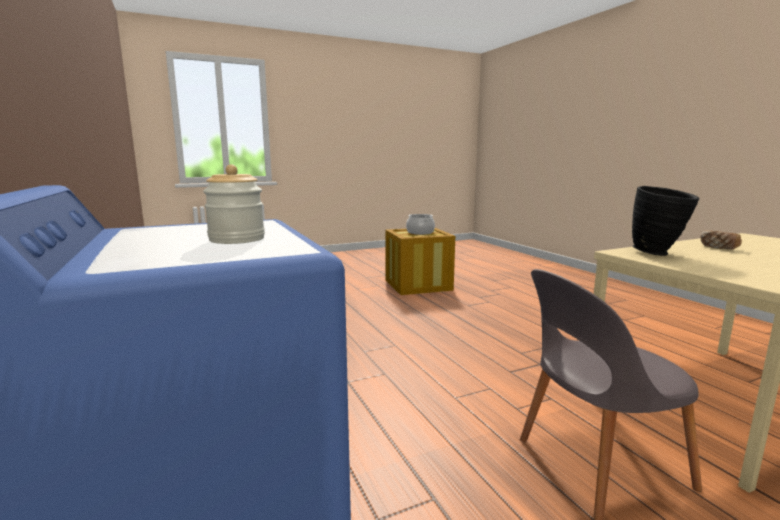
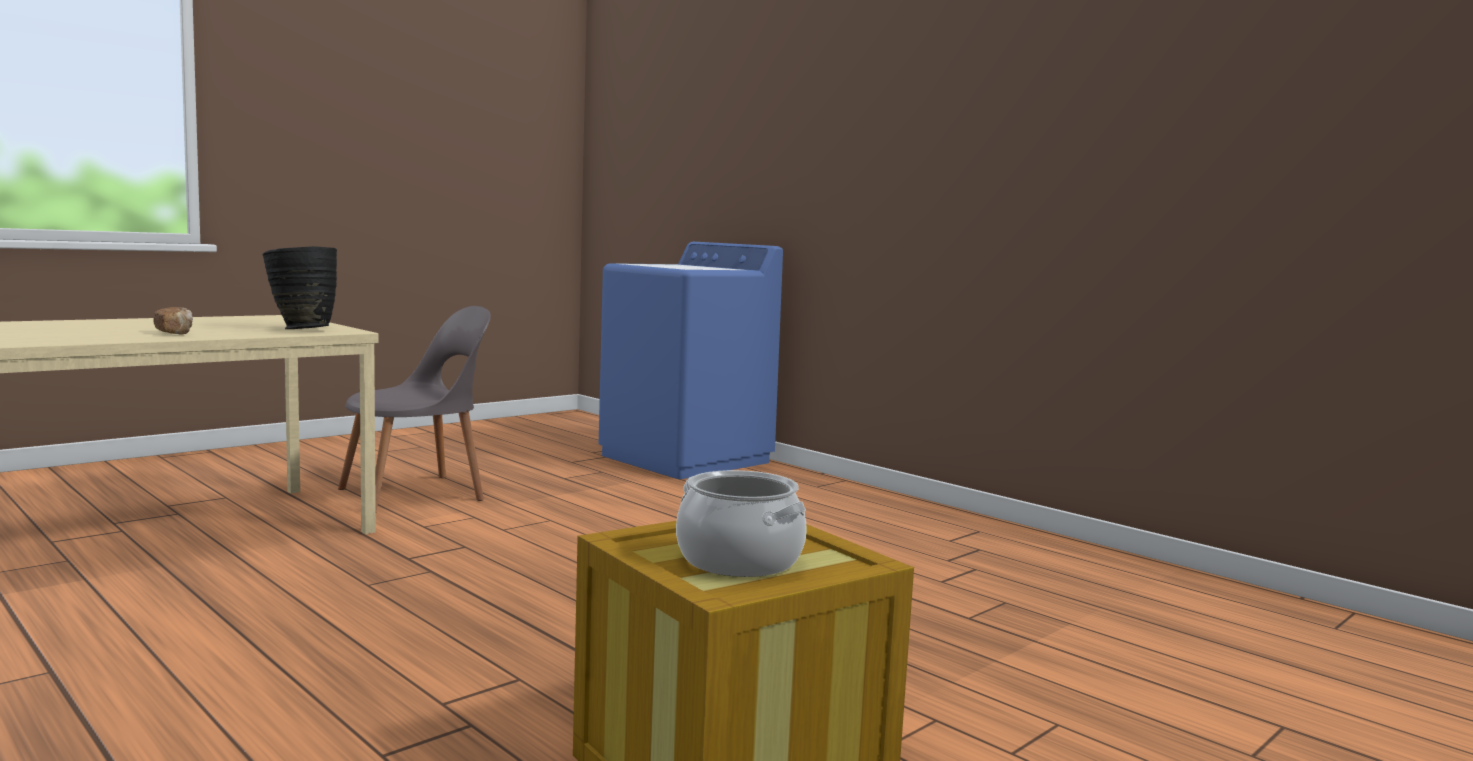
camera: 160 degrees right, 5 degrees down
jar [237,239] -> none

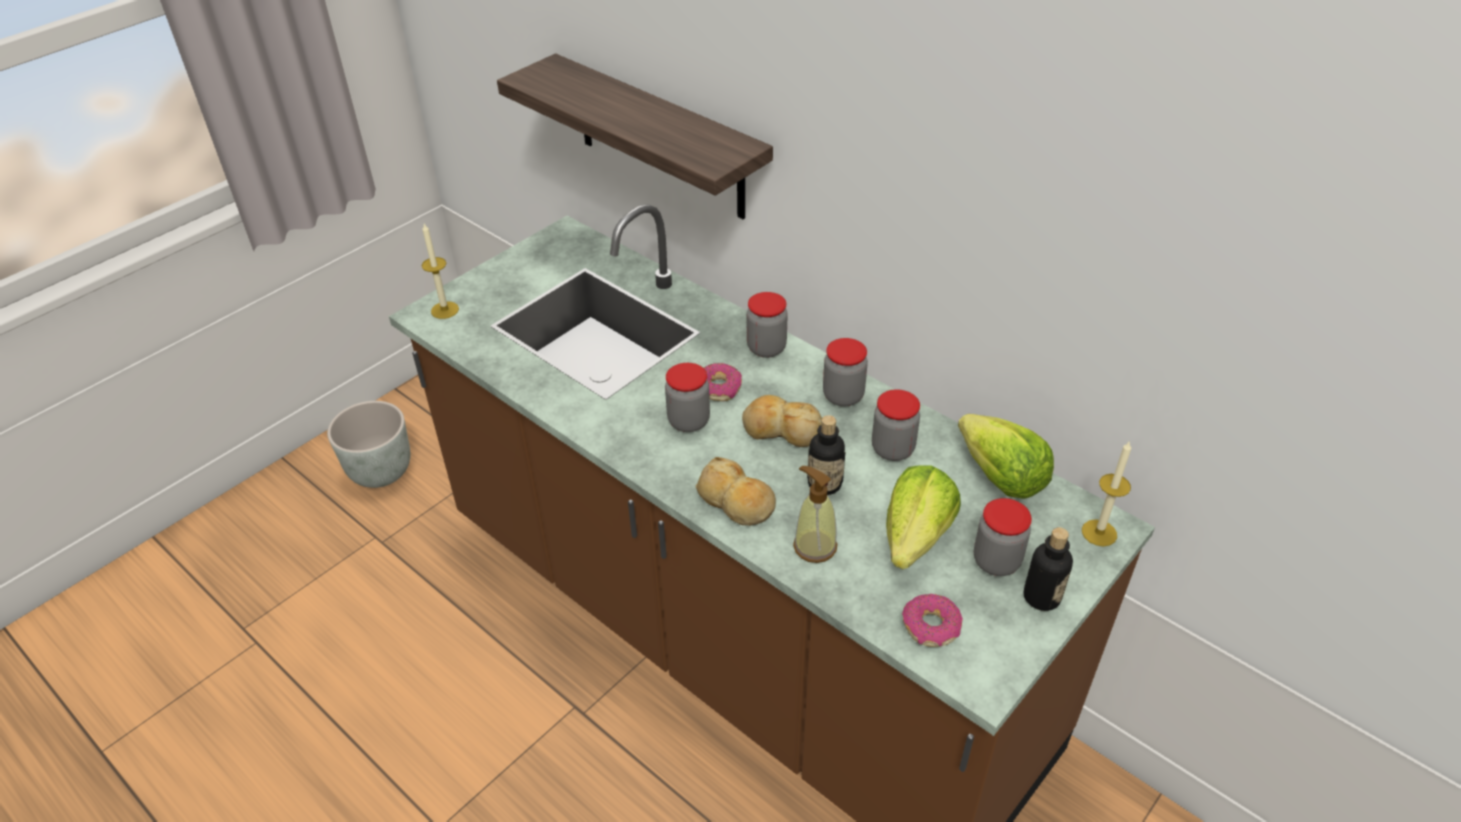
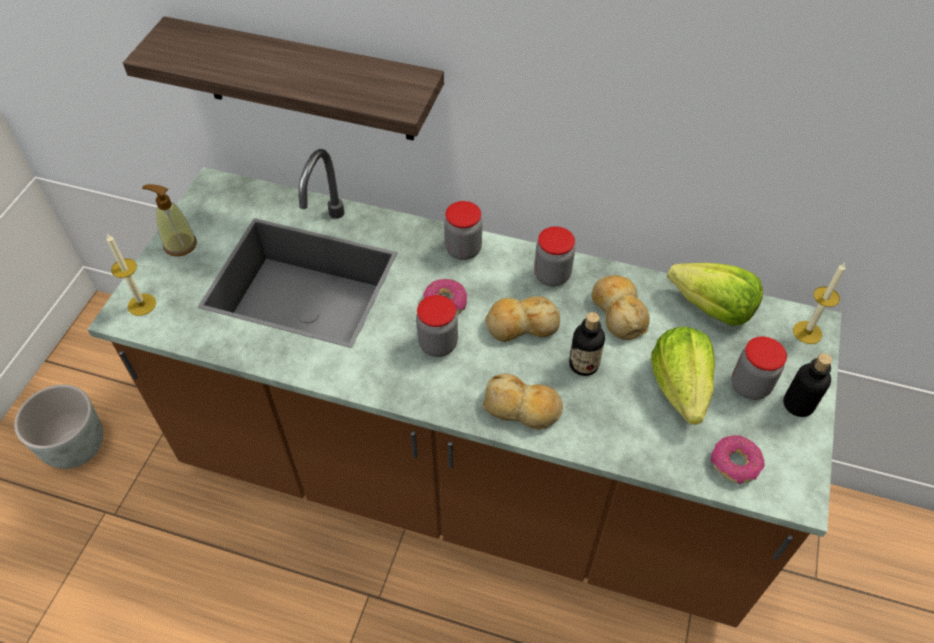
camera: 25 degrees left, 10 degrees up
jar [892,449] -> bread [618,312]
soap_dispenser [814,546] -> soap_dispenser [180,244], relocated

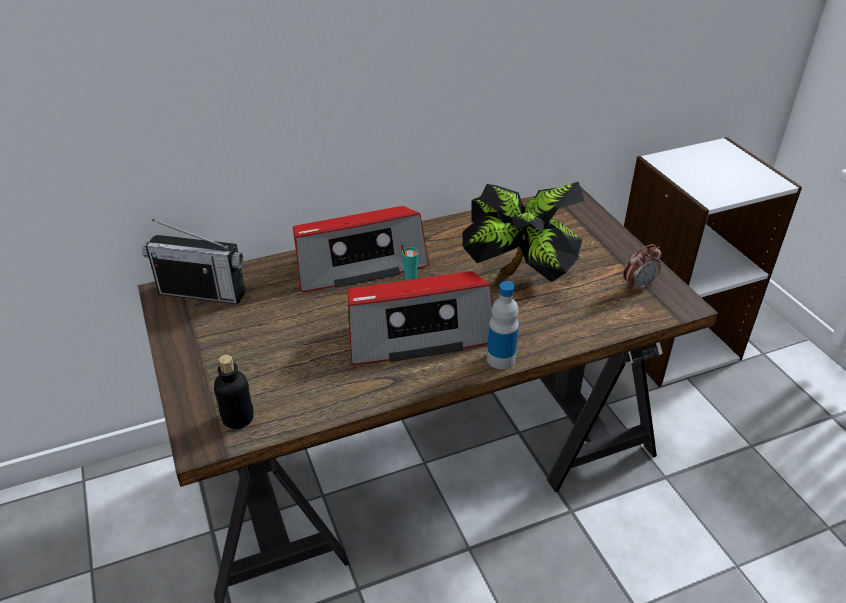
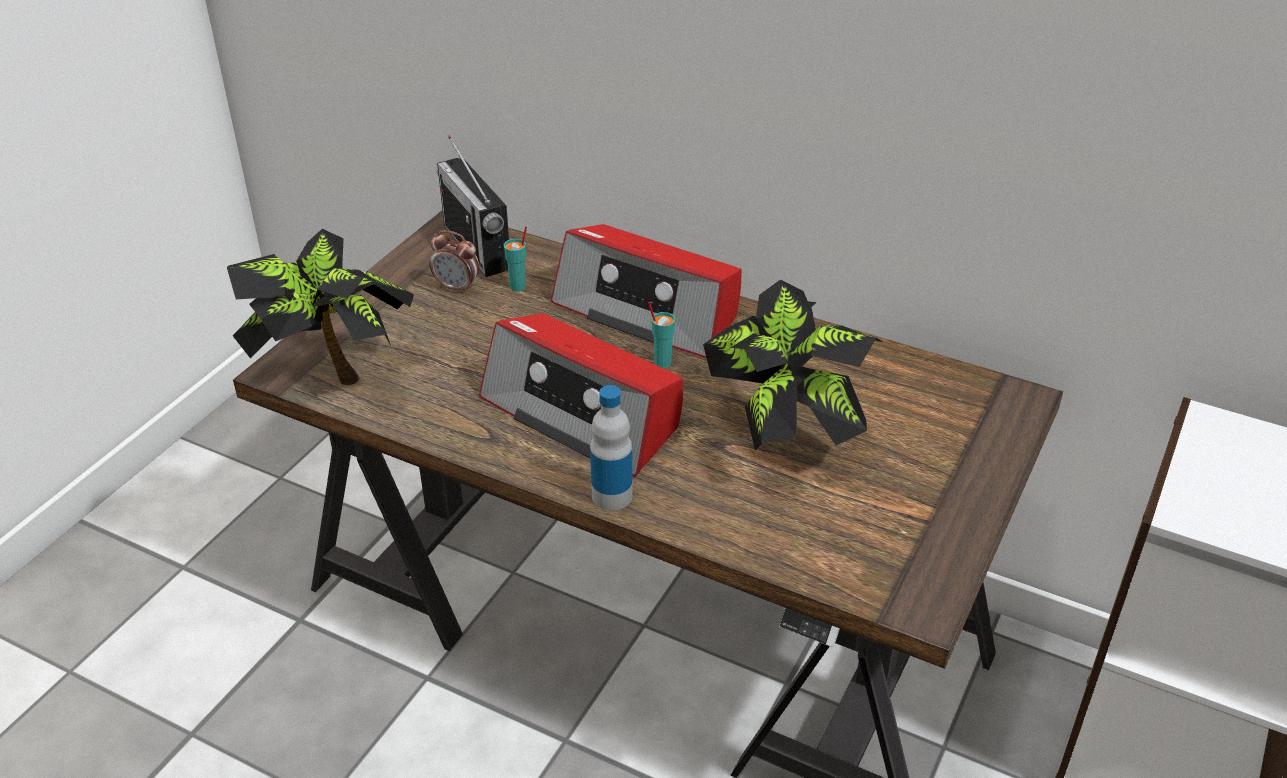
camera: 50 degrees right, 0 degrees up
alarm_clock [638,286] -> alarm_clock [457,287], relocated
bottle [238,418] -> potted_plant [332,371]
none -> turquoise_cup [518,287]

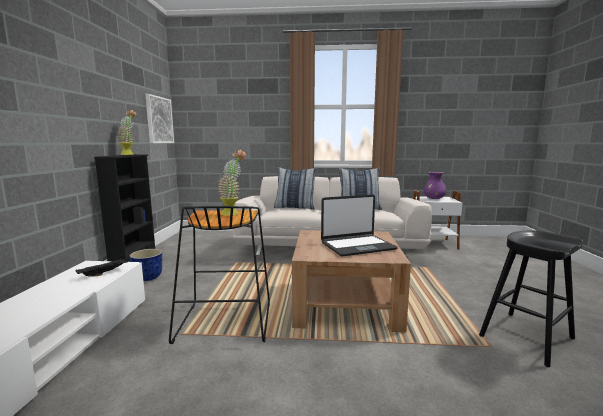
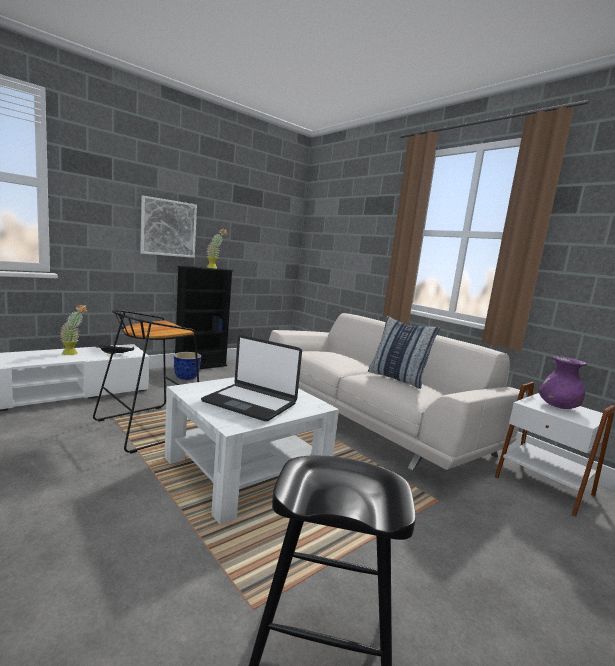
camera: 45 degrees right, 0 degrees up
picture [159,120] -> picture [168,228], relocated
potted_plant [233,213] -> potted_plant [74,353], relocated
pillow [295,207] -> none
brown_coffee_table [345,304] -> white_coffee_table [245,470]

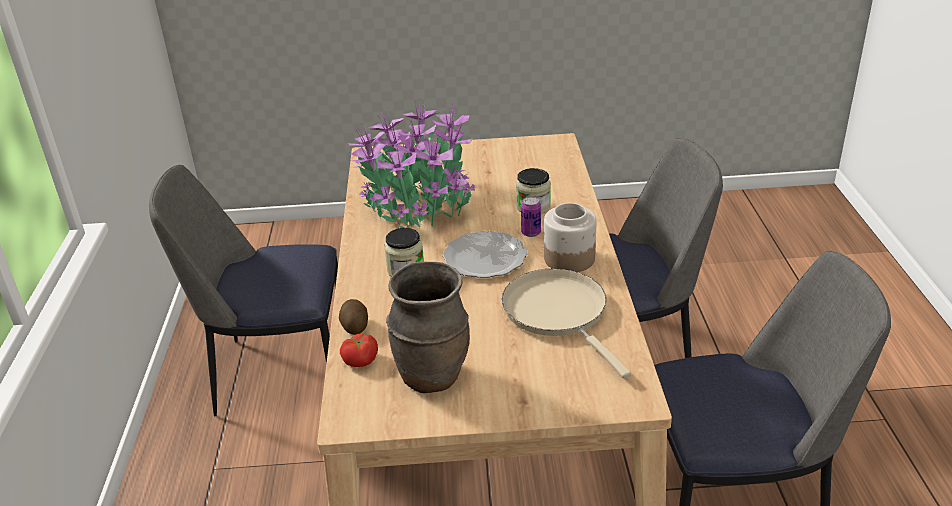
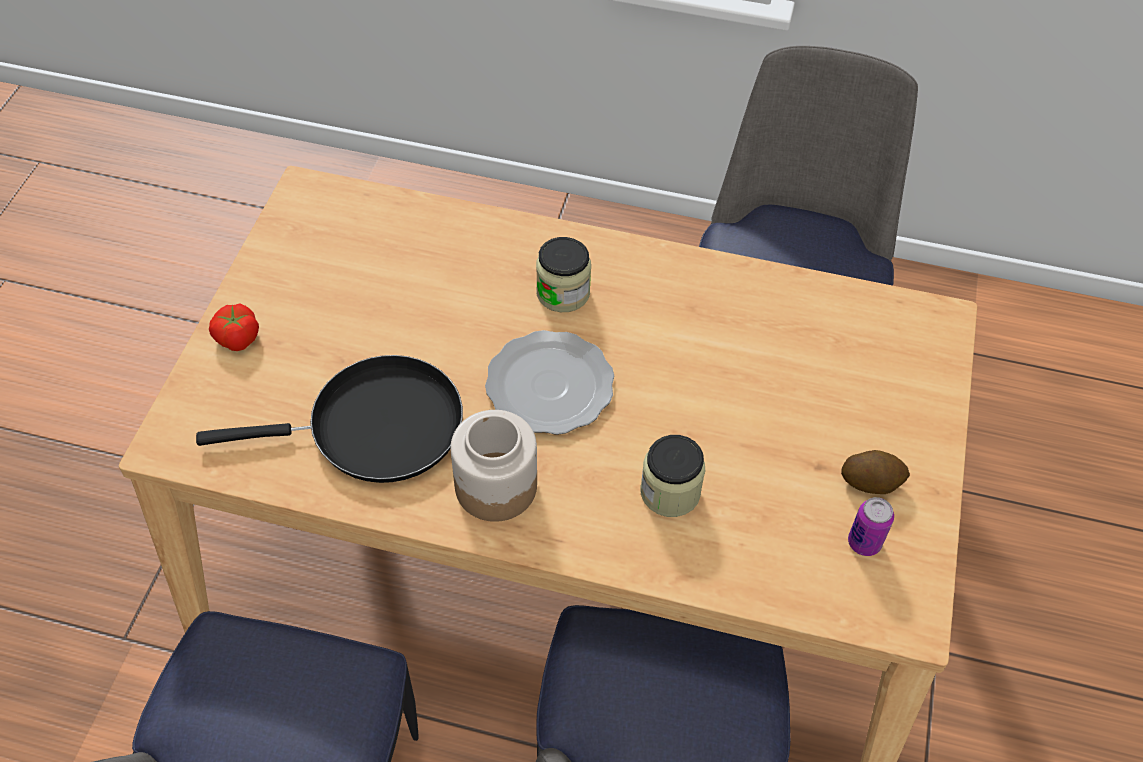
camera: 105 degrees right, 20 degrees up
potted_plant [418,204] -> none
can [531,233] -> can [864,542], relocated
brown_vase [432,376] -> none
beige_frying_pan [558,313] -> black_frying_pan [375,427]
potato [355,326] -> potato [871,481], relocated
tomato [361,360] -> tomato [237,338], relocated

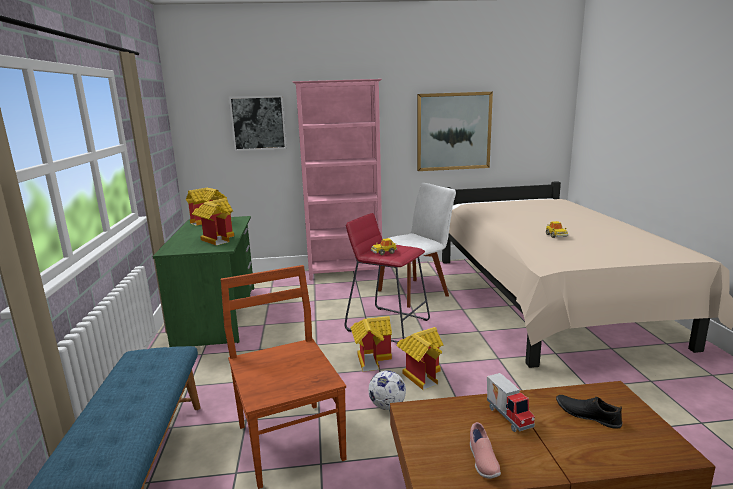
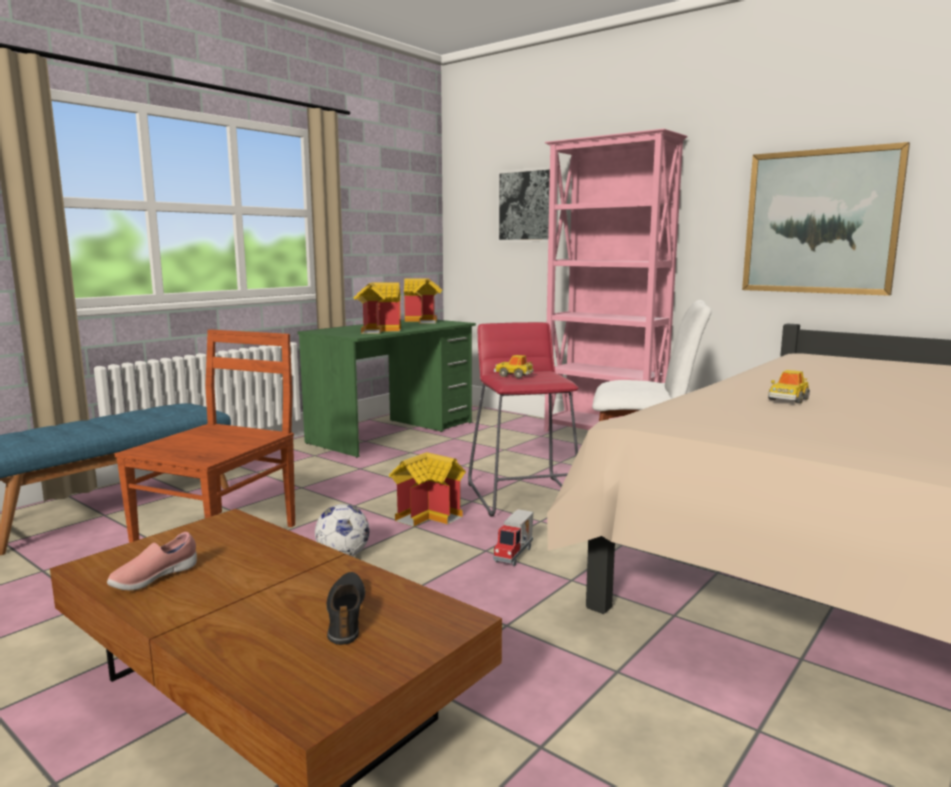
camera: 45 degrees right, 5 degrees down
toy_house [420,375] -> none
toy_truck [509,416] -> toy_truck [515,555], relocated

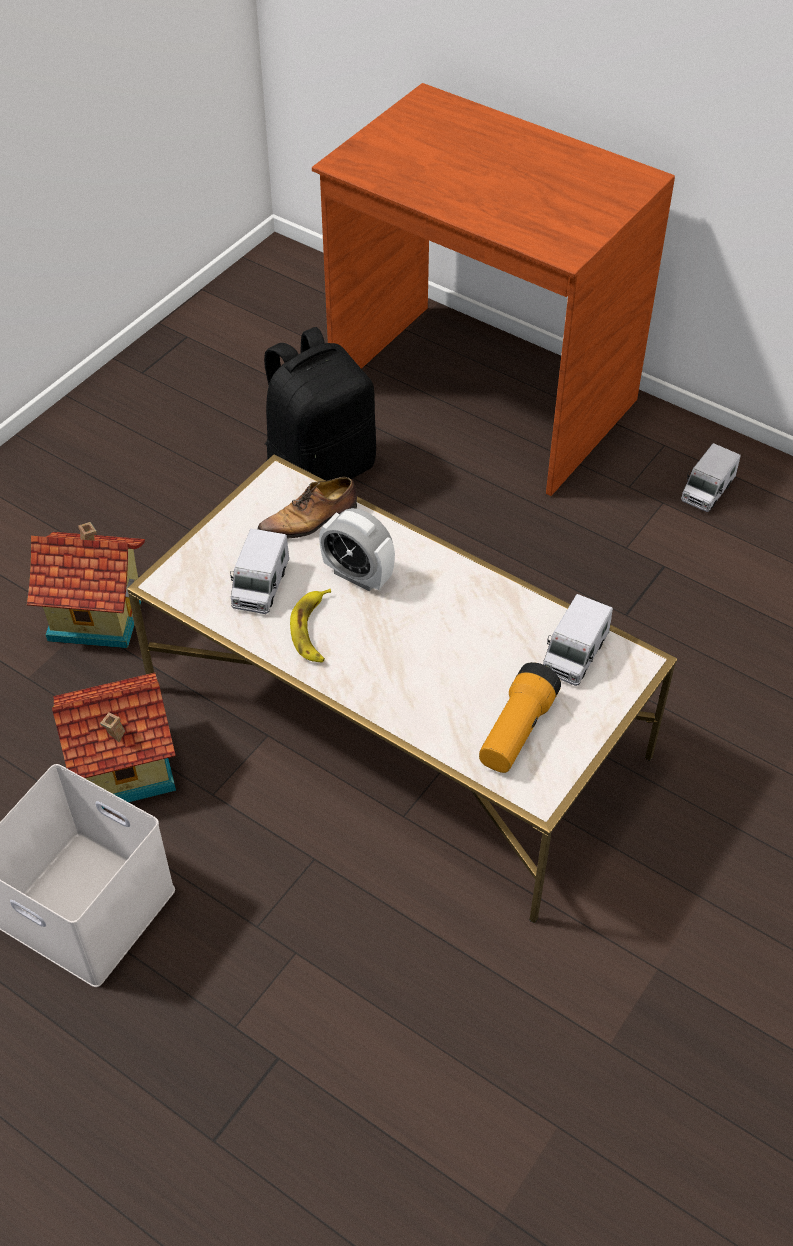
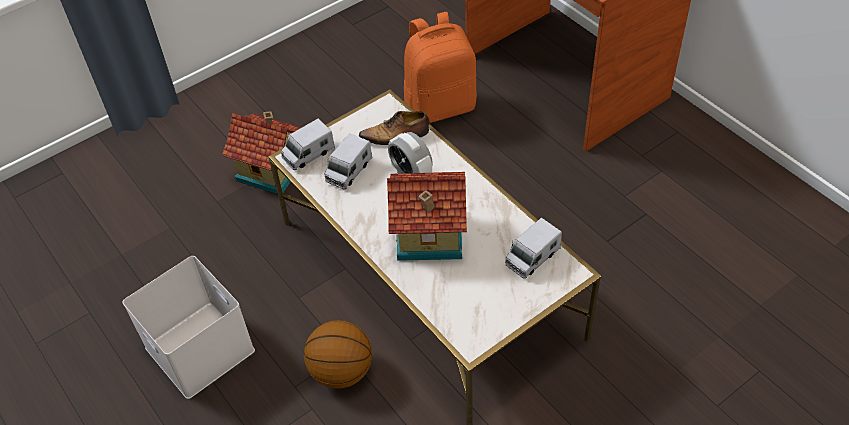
camera: 20 degrees right, 0 degrees up
black_backpack [320,469] -> orange_backpack [440,105]
toy_truck [707,490] -> toy_truck [308,154], relocated
banana [313,630] -> none
flashlight [516,731] -> none
toy_house [125,768] -> toy_house [430,236], relocated
none -> basketball [341,371]

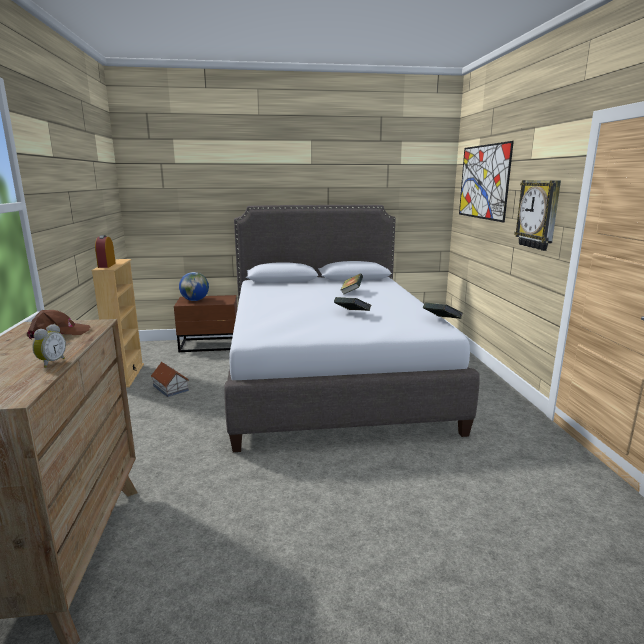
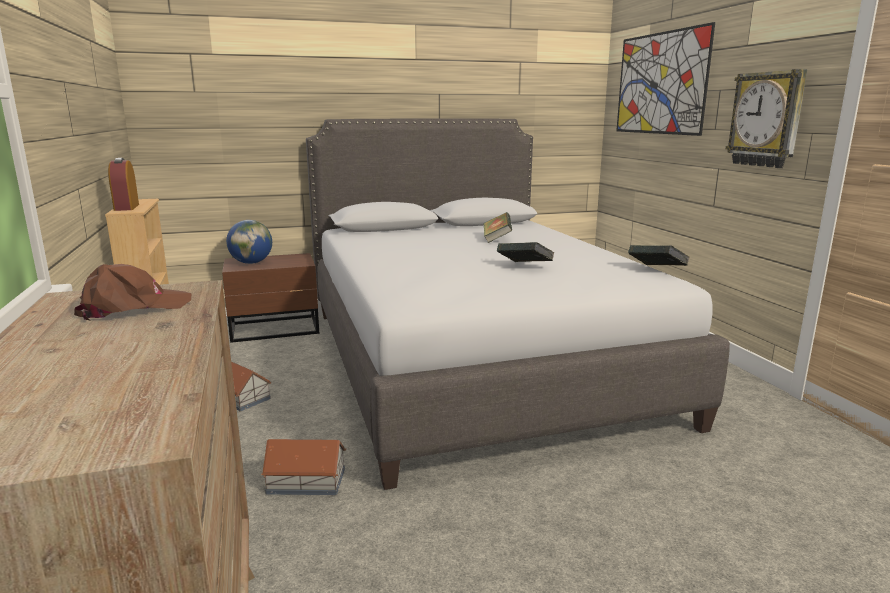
camera: 10 degrees left, 0 degrees up
alarm_clock [51,363] -> none
none -> toy_house [305,480]

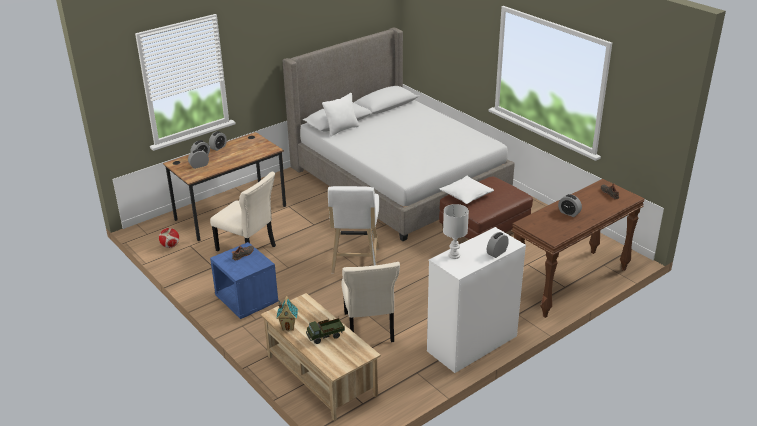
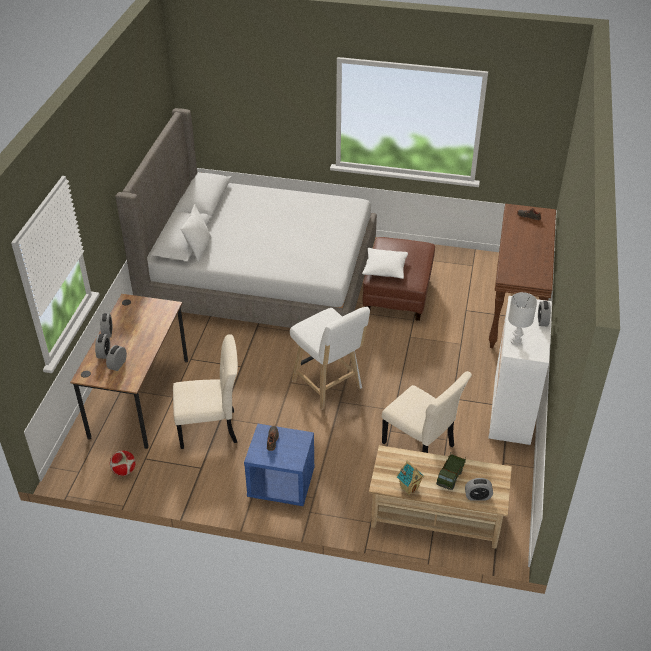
camera: 40 degrees left, 10 degrees up
alarm_clock [569,213] -> alarm_clock [477,496], relocated

